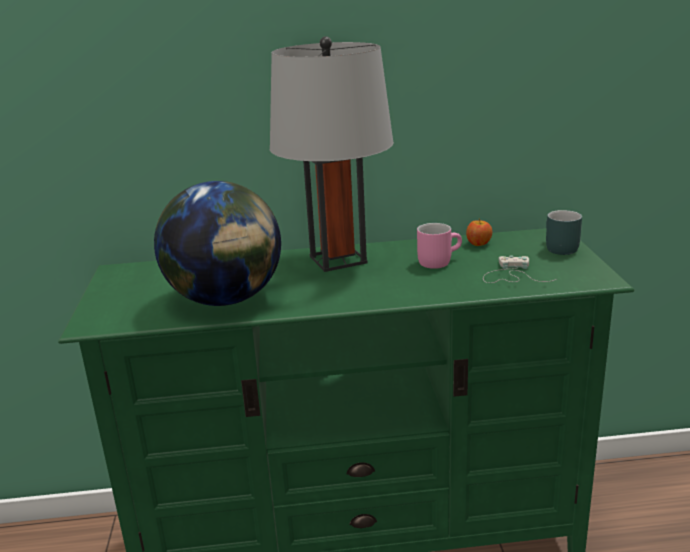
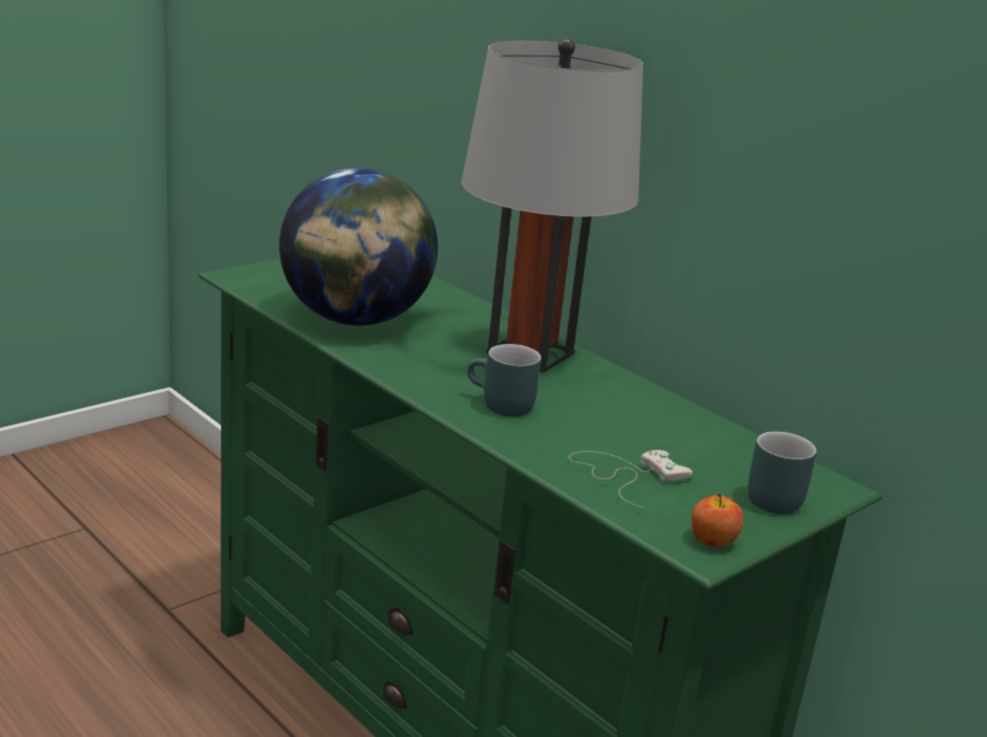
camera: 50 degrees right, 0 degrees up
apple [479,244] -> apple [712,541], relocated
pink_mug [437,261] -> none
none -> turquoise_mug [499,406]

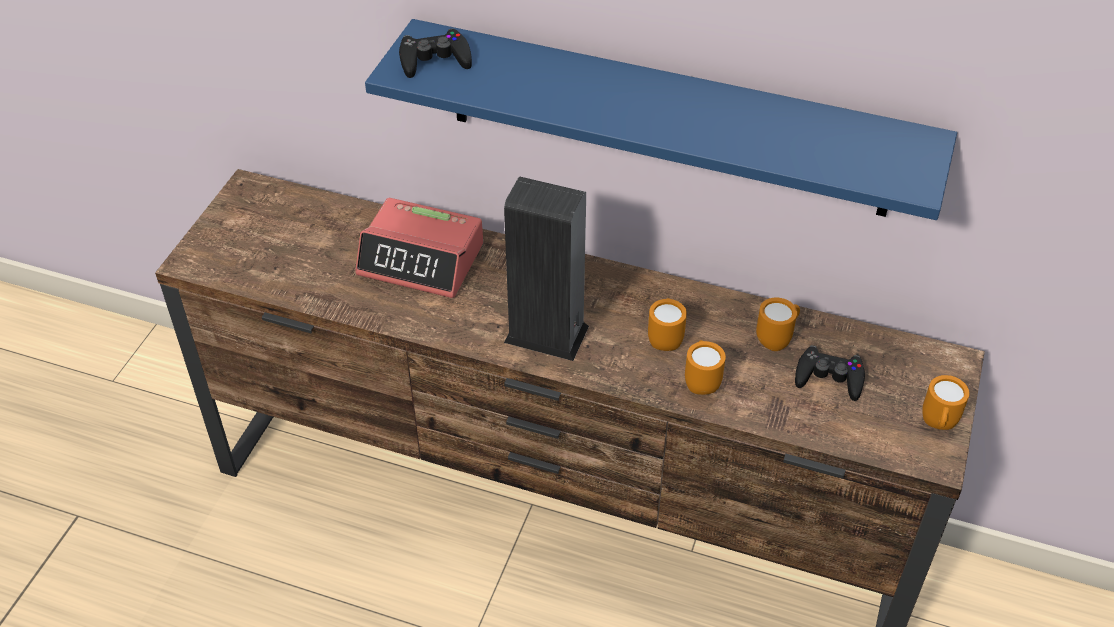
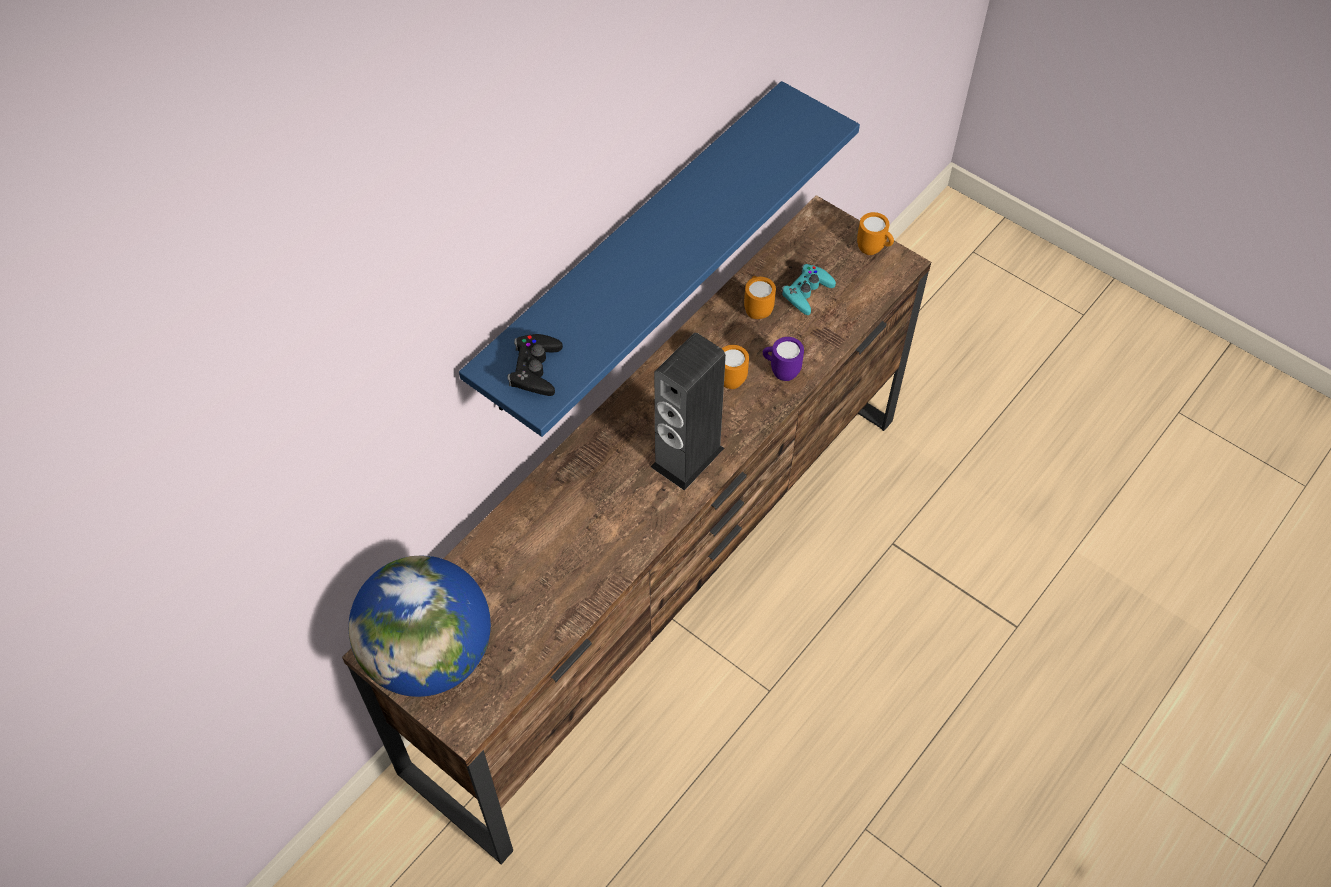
camera: 70 degrees left, 10 degrees up
alarm_clock [422,259] -> none
orange_mug [701,382] -> purple_mug [780,371]
black_game_controller [829,378] -> turquoise_game_controller [806,292]
none -> globe [429,654]

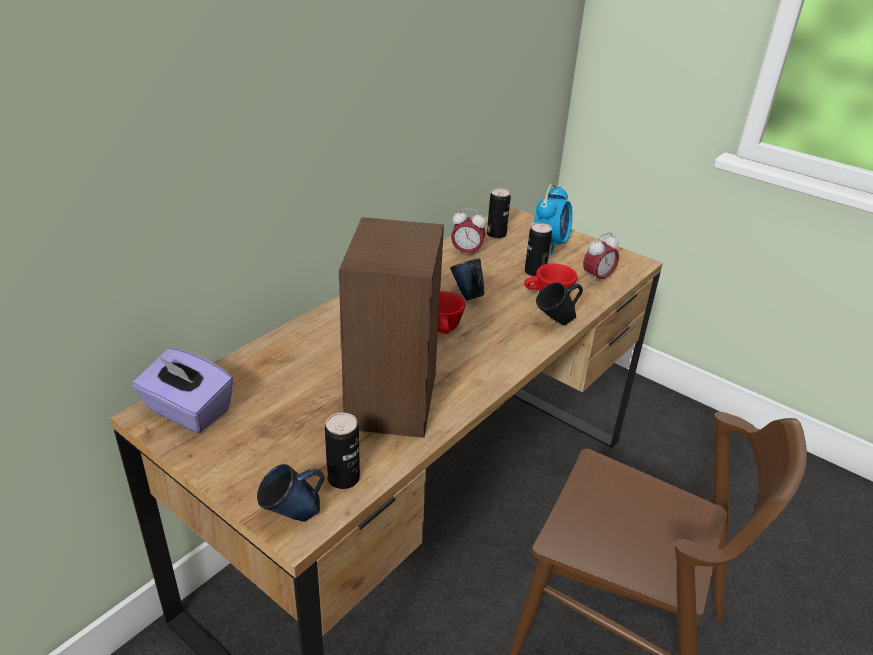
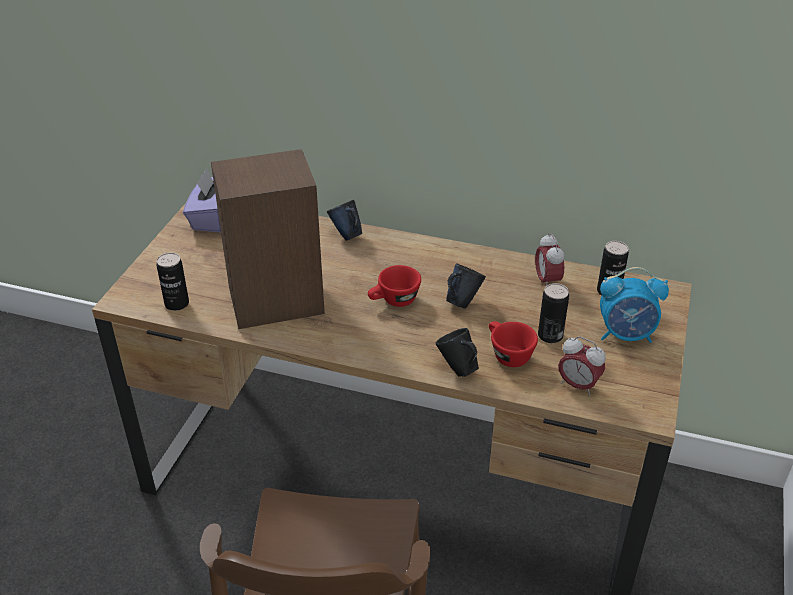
camera: 70 degrees right, 5 degrees up
blue_mug [293,517] -> blue_mug [346,236], relocated

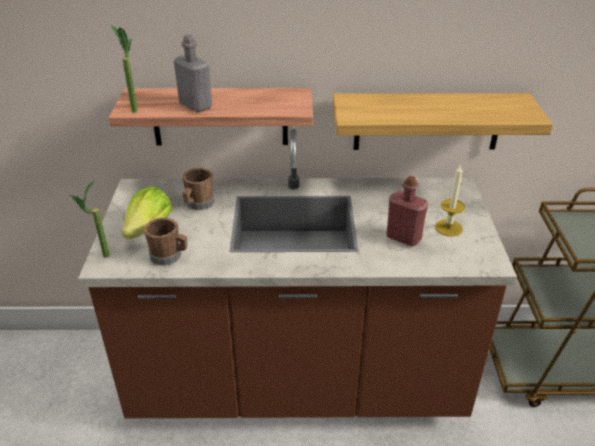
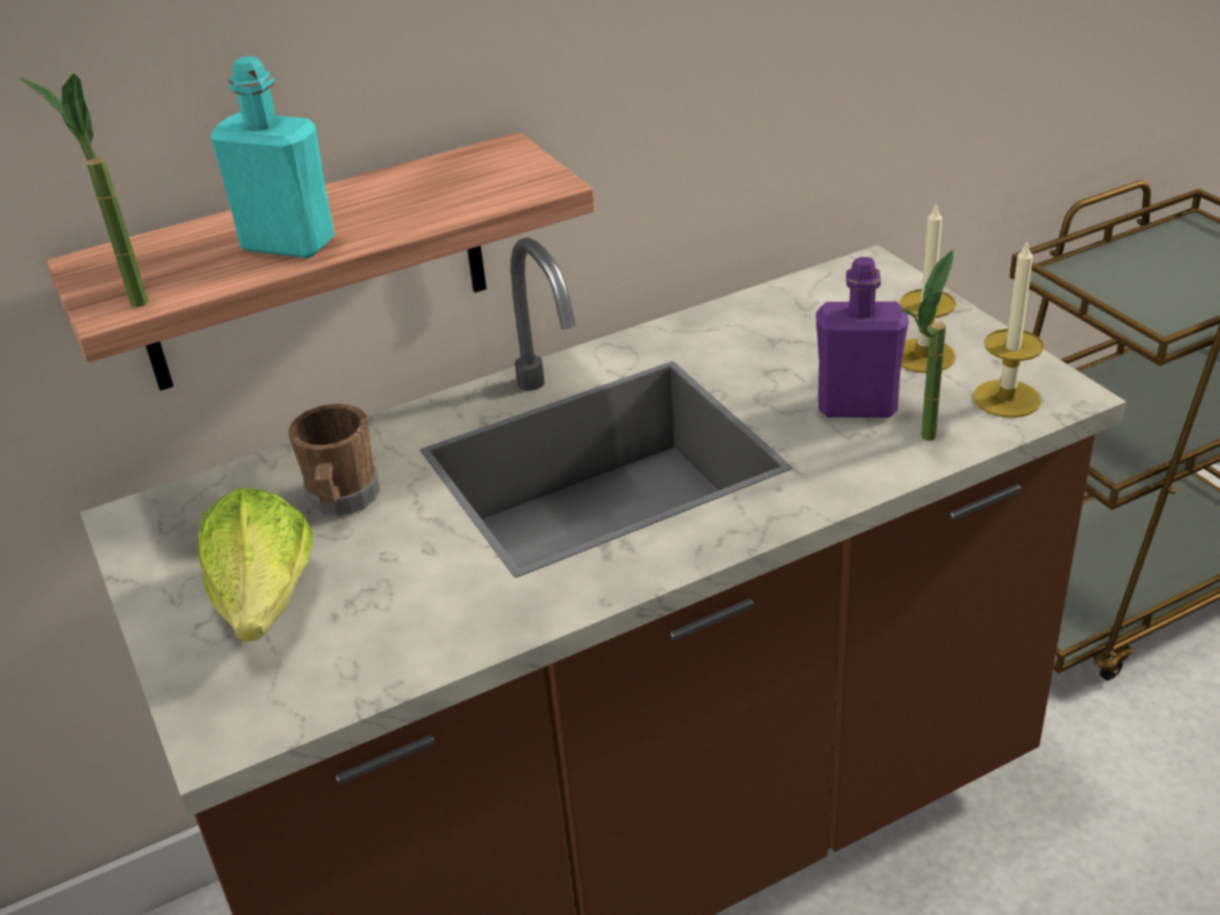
camera: 25 degrees left, 0 degrees up
grey_bottle [195,105] -> turquoise_bottle [288,244]
shelf [427,121] -> none
red_bottle [403,237] -> purple_bottle [857,406]
potted_plant [99,257] -> potted_plant [923,445], relocated
brown_mug [169,256] -> none
none -> candle [1006,398]

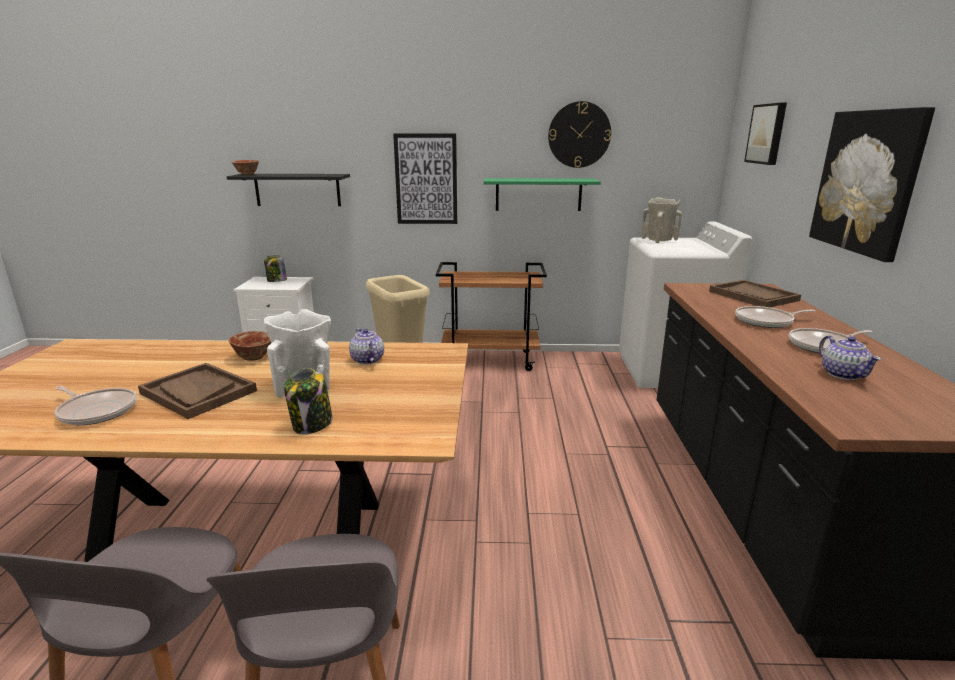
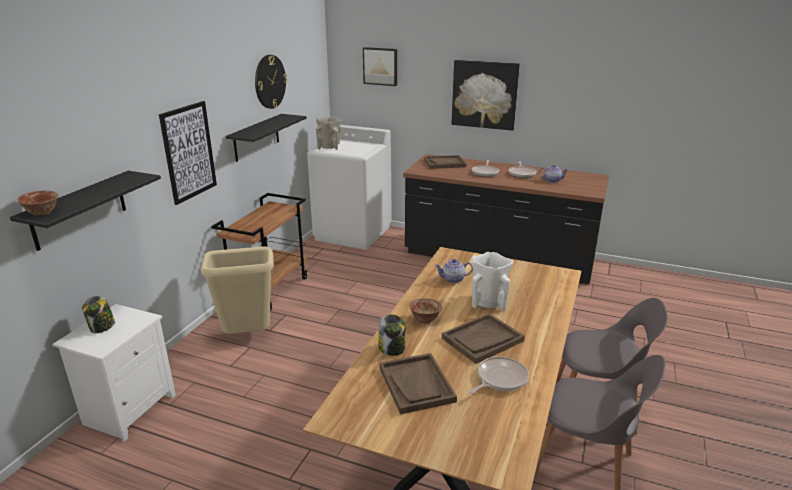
camera: 70 degrees left, 5 degrees up
green_shelf [538,194] -> black_shelf [256,137]
jar [312,424] -> jar [392,348], relocated
none -> brown_tray [416,384]

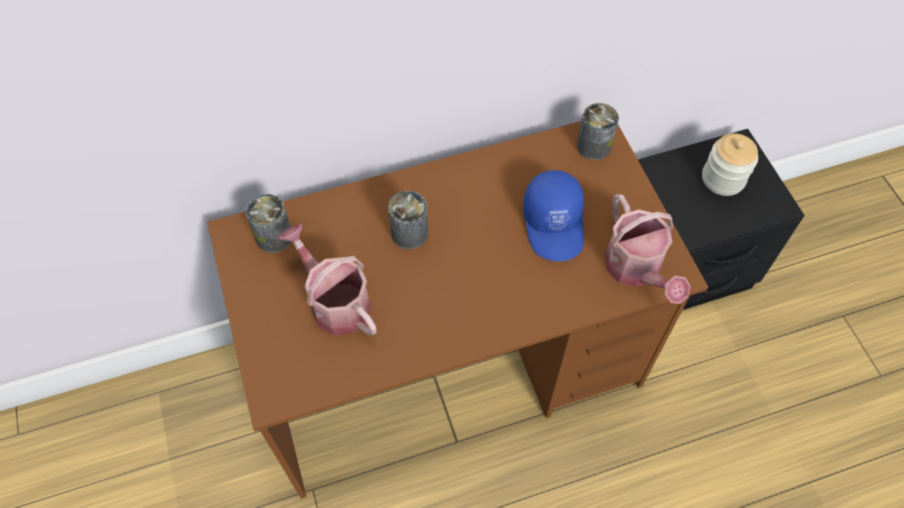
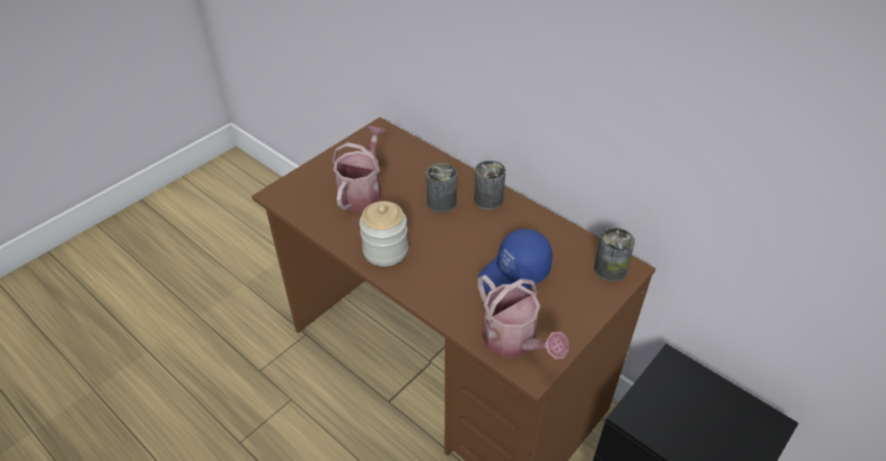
camera: 60 degrees right, 15 degrees down
jar [723,178] -> jar [385,251], relocated
can [274,236] -> can [488,200], relocated
watering_can [636,269] -> watering_can [514,342], 75 degrees counterclockwise

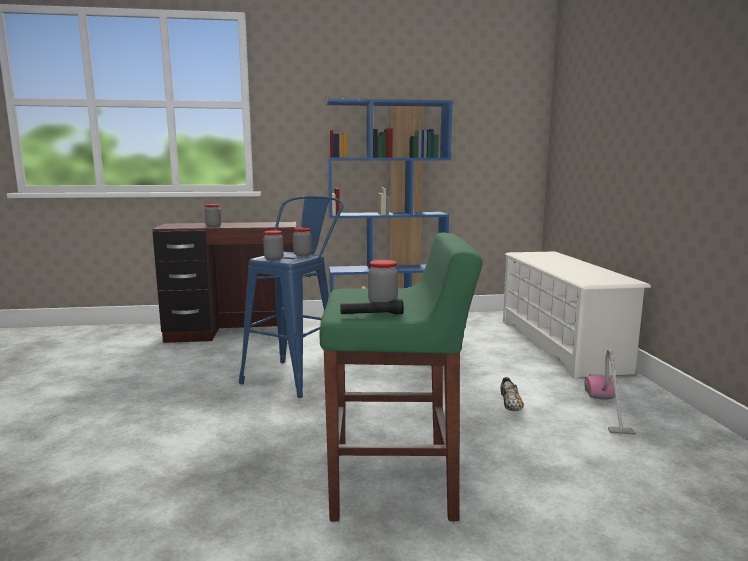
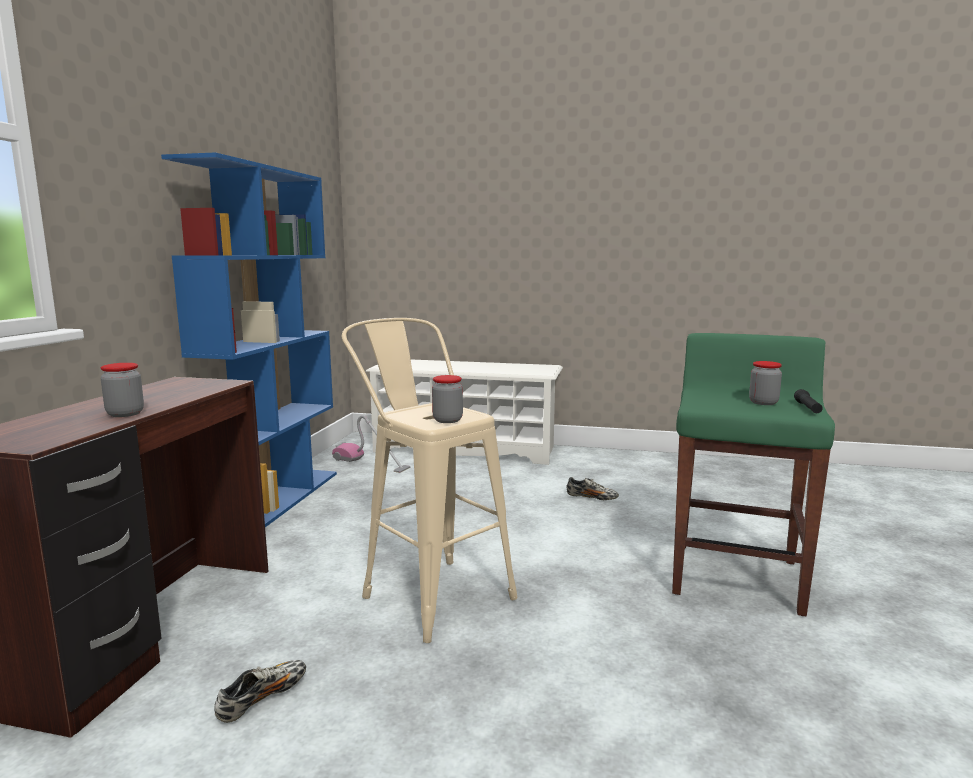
camera: 70 degrees left, 0 degrees up
blue_stool [297,375] -> beige_stool [430,591]
jar [302,255] -> none
vacuum_cleaner [607,409] -> vacuum_cleaner [370,463], relocated
none -> shoe [262,699]

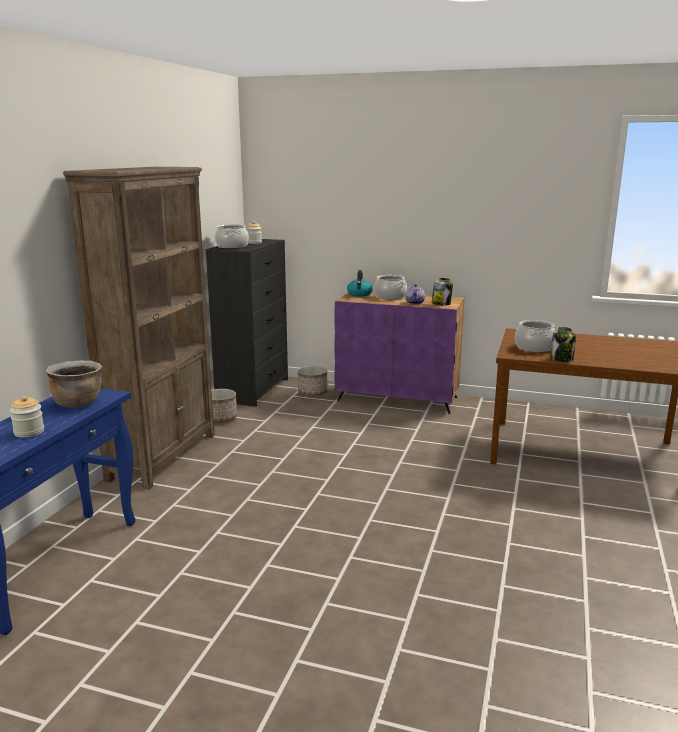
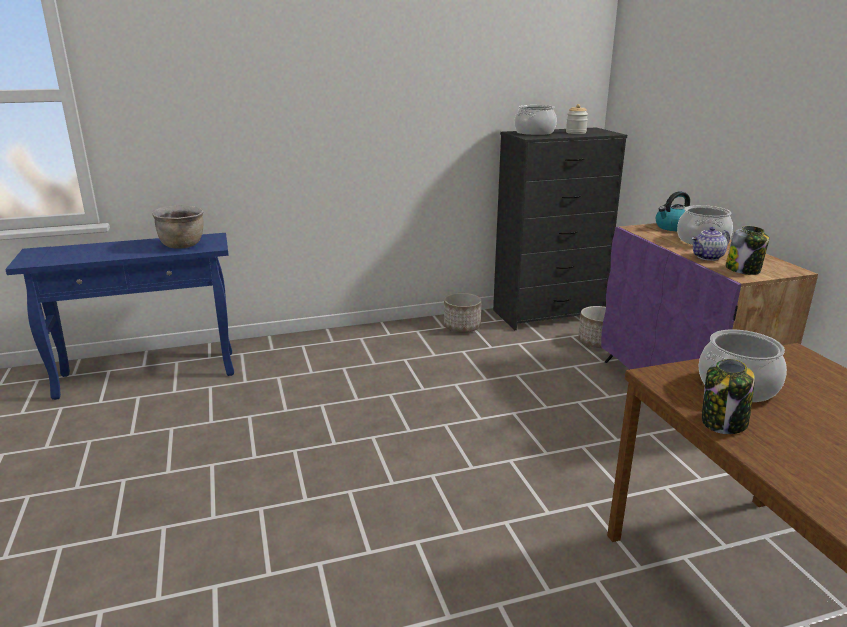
camera: 55 degrees right, 5 degrees up
brown_bookcase [164,456] -> none
jar [29,432] -> none

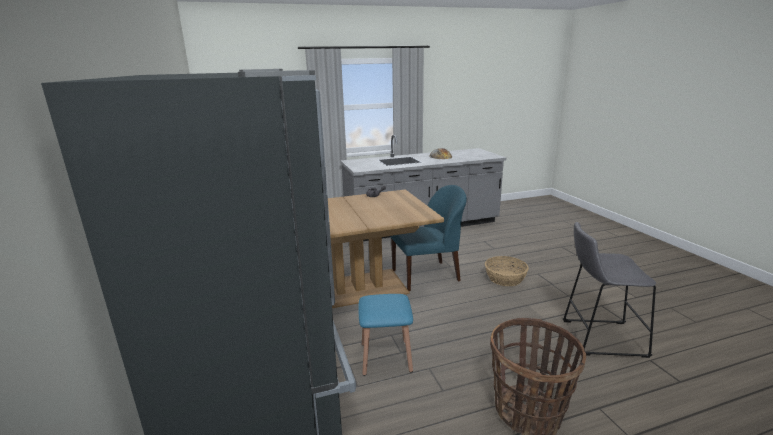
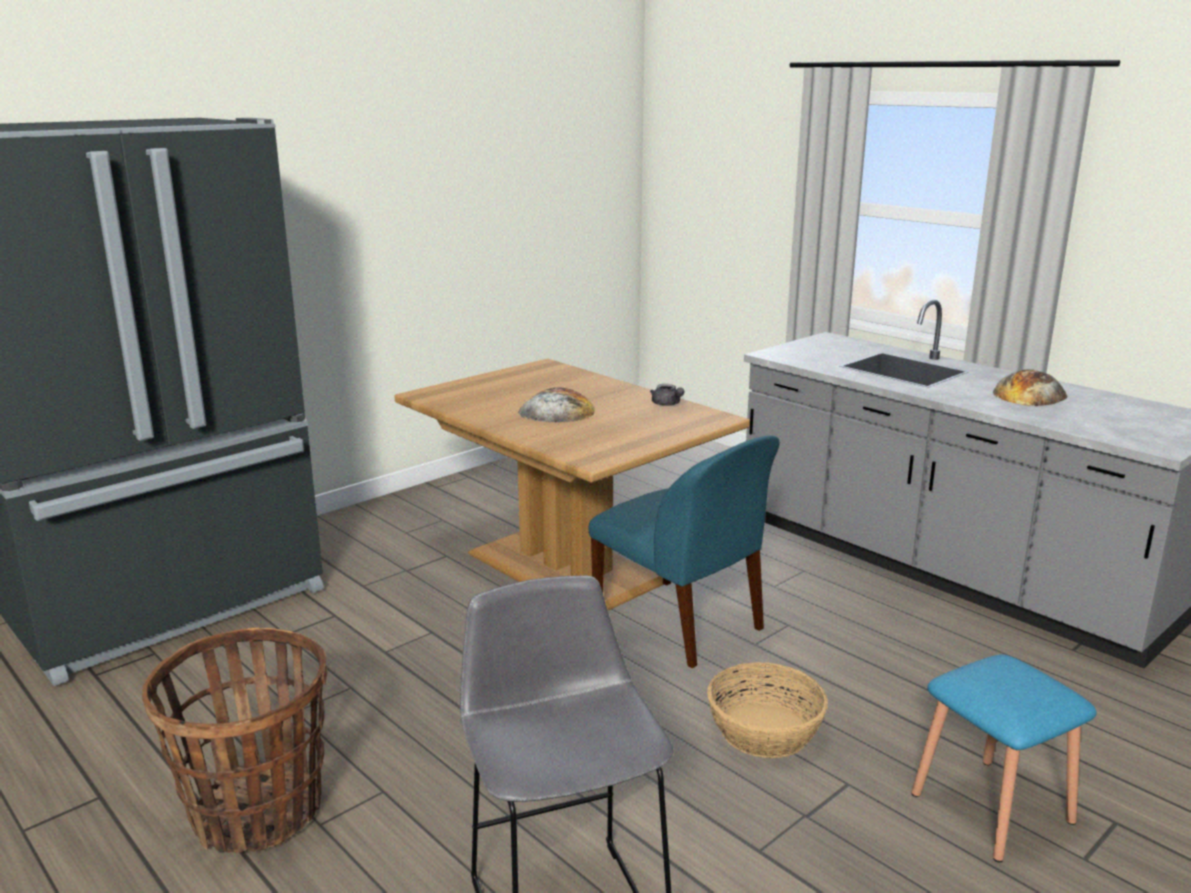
camera: 65 degrees right, 0 degrees up
blue_stool [386,357] -> blue_stool [992,808], relocated
none -> bread [557,411]

